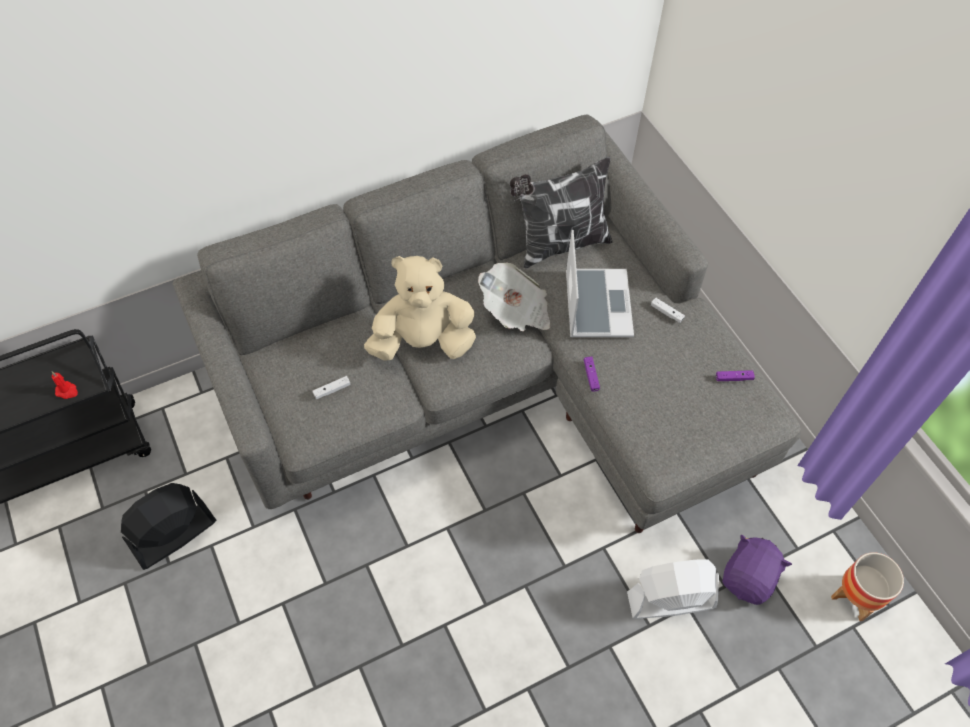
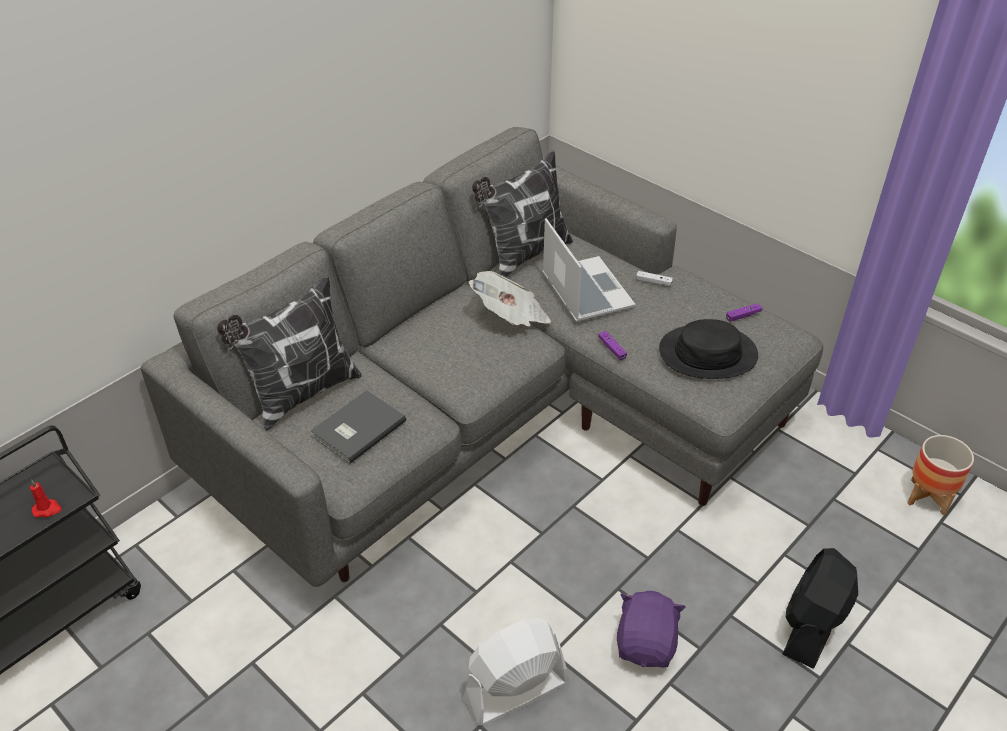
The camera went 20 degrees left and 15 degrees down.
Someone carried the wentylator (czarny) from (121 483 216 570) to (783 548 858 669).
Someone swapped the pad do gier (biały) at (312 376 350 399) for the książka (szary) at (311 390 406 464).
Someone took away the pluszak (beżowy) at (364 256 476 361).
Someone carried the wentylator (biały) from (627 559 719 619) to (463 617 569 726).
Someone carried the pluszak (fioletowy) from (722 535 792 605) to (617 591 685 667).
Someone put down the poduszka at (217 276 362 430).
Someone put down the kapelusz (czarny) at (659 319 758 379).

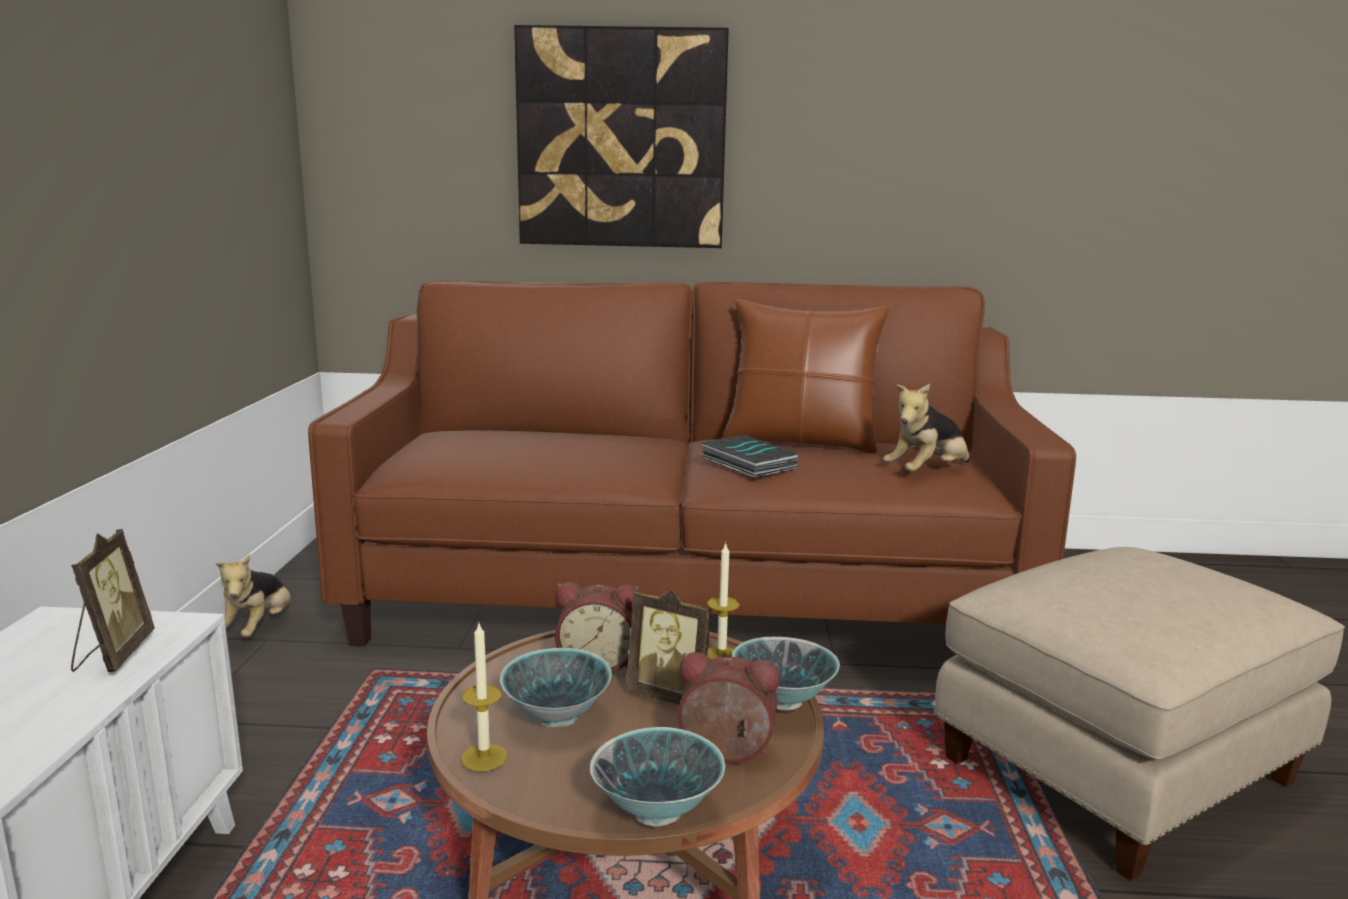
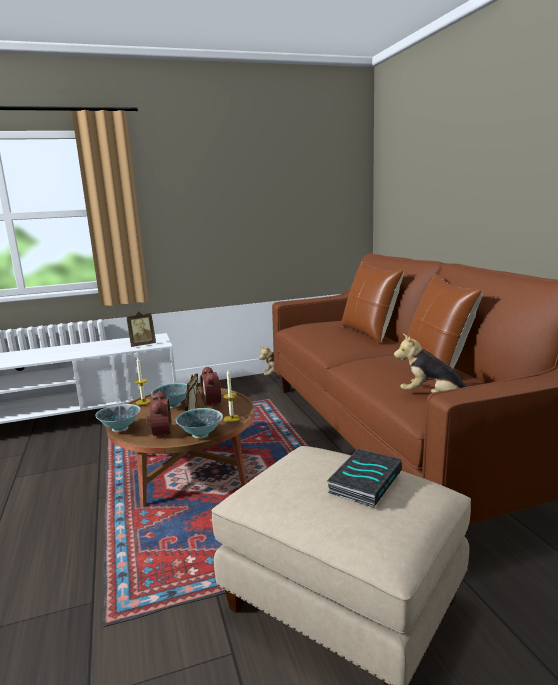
The camera went 70 degrees right and 0 degrees up.
Someone took away the obraz at (514 25 729 248).
Someone carried the książka from (702 435 798 478) to (327 448 402 507).
Someone put down the poduszka (brązowy) at (342 262 404 343).

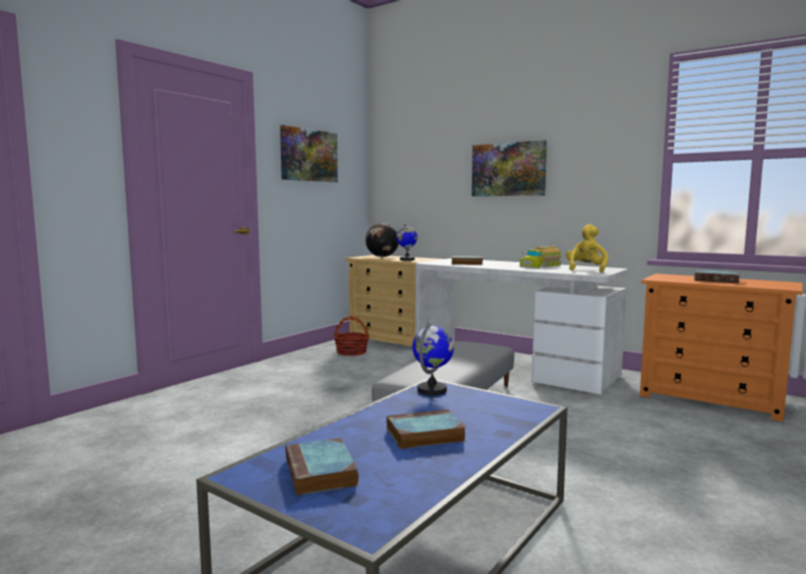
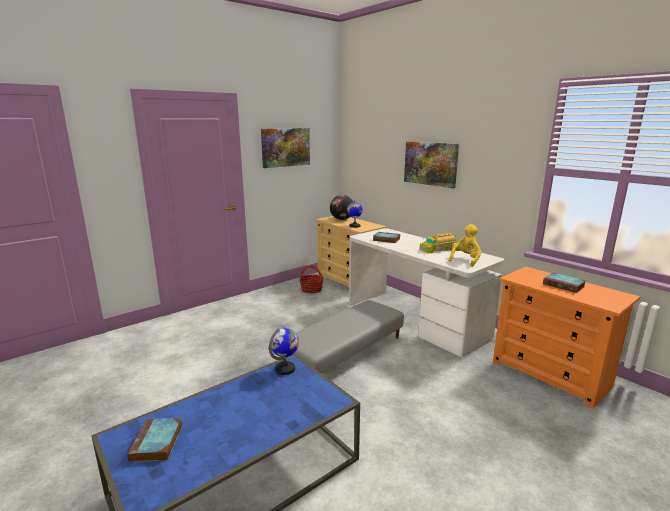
The camera went 15 degrees right and 10 degrees up.
Someone took away the książka at (387 409 466 449).

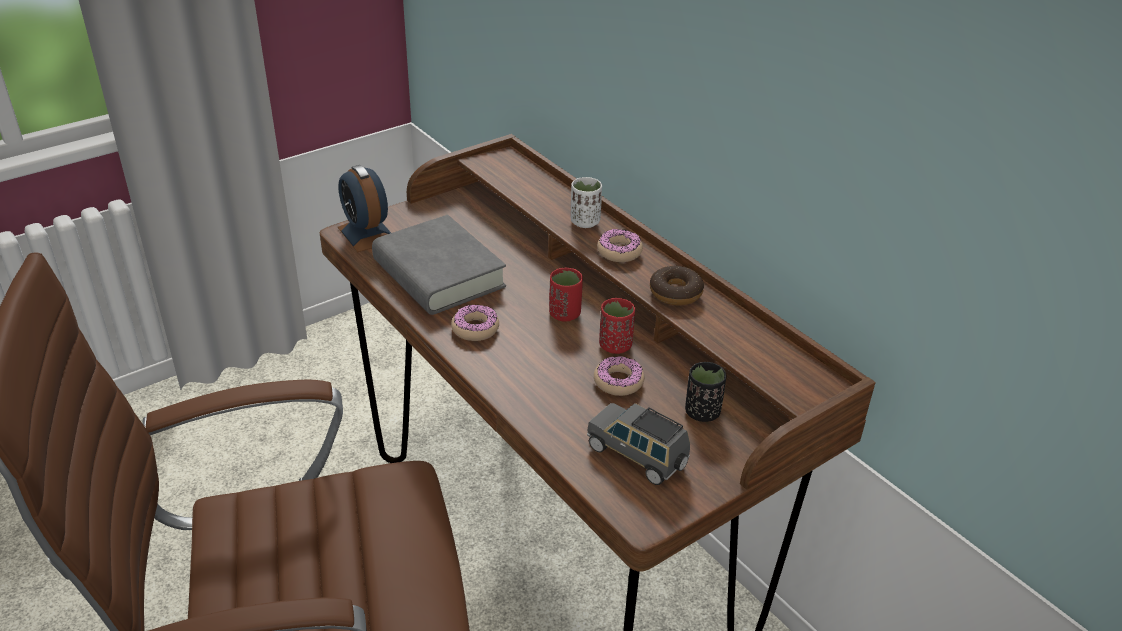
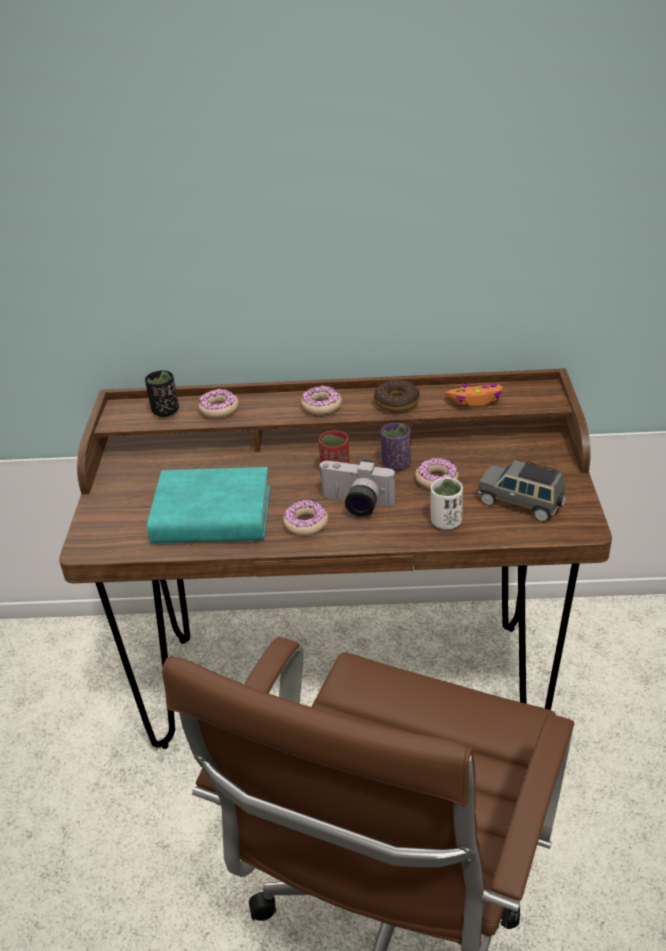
The camera went 50 degrees left and 0 degrees up.
Someone took away the budzik at (338 165 391 252).
Someone repainted the książka (szary) at (372 215 506 315), which became the książka (turkusowy) at (147 467 270 543).
Someone carried the filiżanka (biały) from (571 177 602 228) to (431 477 463 530).
Someone rotated the samochodzik (szary) at (587 403 690 485) by 45 degrees clockwise.
Someone repainted the filiżanka (czerwony) at (599 298 635 354), which became the filiżanka (fioletowy) at (381 423 411 471).
Someone carried the filiżanka (czarny) from (685 362 727 422) to (145 370 179 417).
Someone put down the donut at (198 389 239 418).
Someone put down the aparat fotograficzny at (318 460 396 517).
Someone put down the pad do gier (pomarańczowy) at (445 384 503 406).

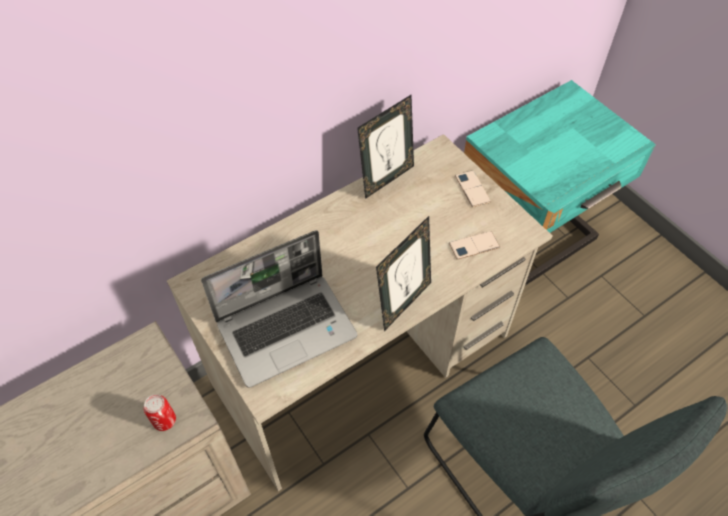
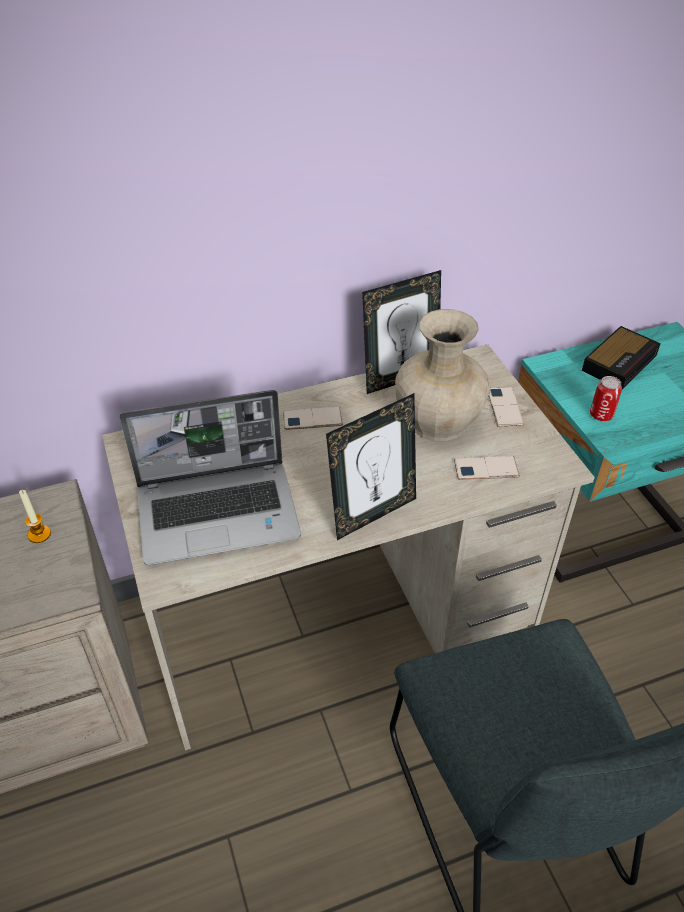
The camera went 15 degrees right and 10 degrees down.
Someone carried the puszka from (143 394 176 431) to (590 376 622 421).
Someone put down the świeca at (19 490 51 543).
Someone put down the telefon at (283 407 343 430).
Someone put down the wazon (beżowy) at (395 309 490 441).
Someone put down the budzik at (582 326 661 390).

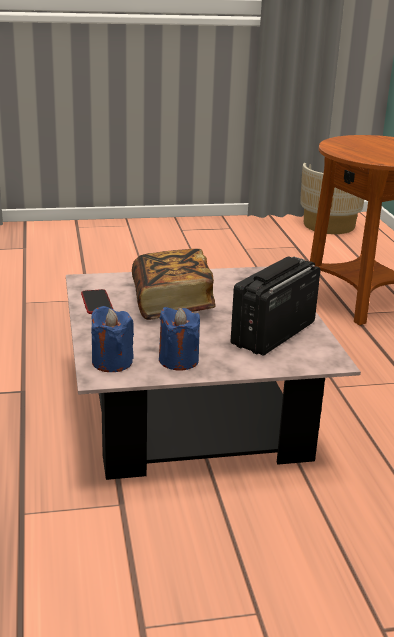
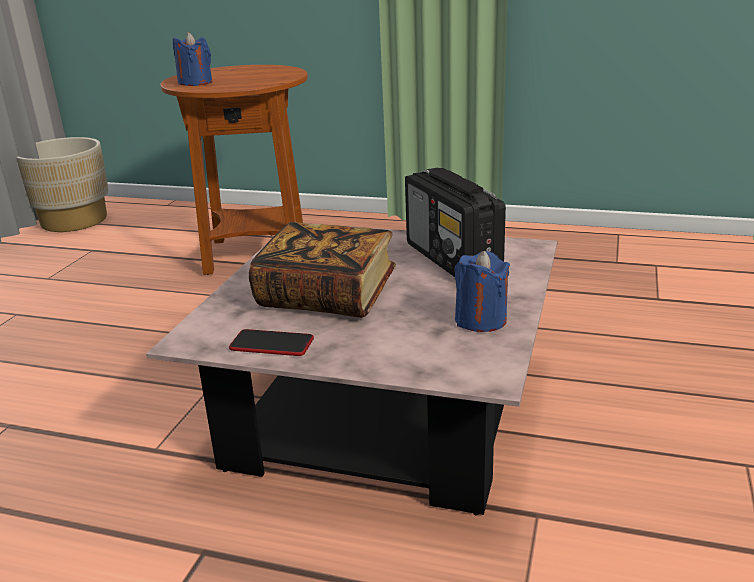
The camera went 60 degrees left and 0 degrees up.
Someone carried the świeca (niebieski) from (91 306 134 372) to (173 32 212 86).

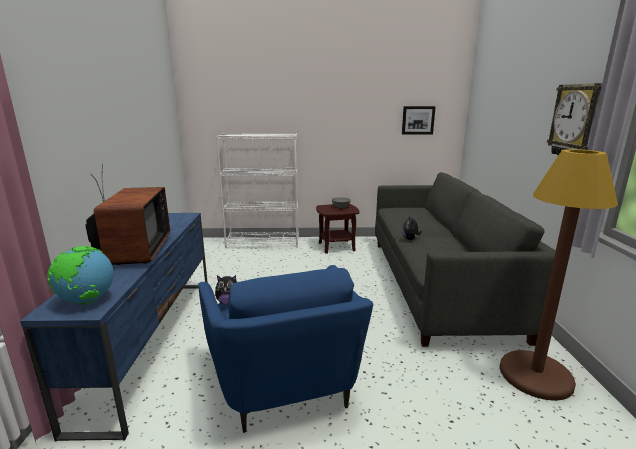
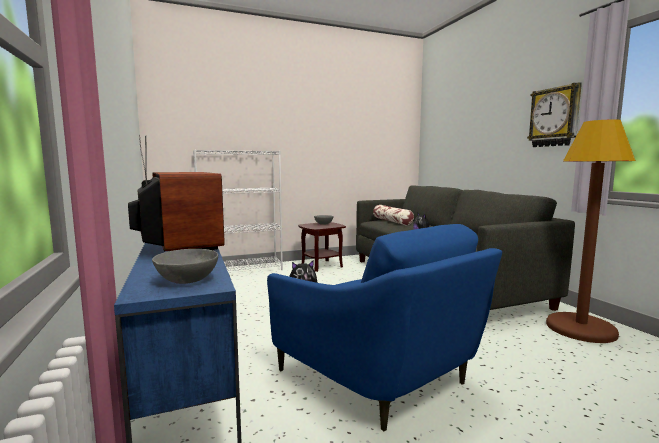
The camera went 20 degrees left and 10 degrees down.
Someone swapped the globus at (47 246 114 304) for the miska (szary) at (152 249 218 284).
Someone took away the obraz at (402 106 436 134).
Someone put down the poduszka at (373 205 414 225).

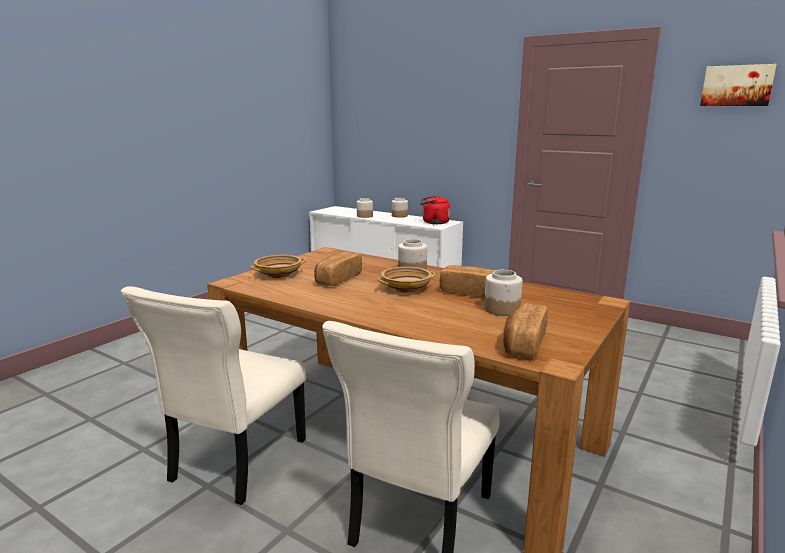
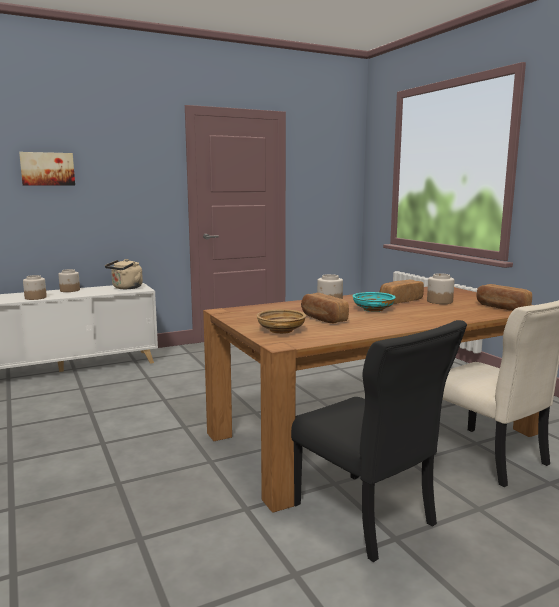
The camera went 60 degrees left and 5 degrees down.
Someone repainted the krzesło (beżowy) at (121 286 306 505), which became the krzesło (czarny) at (291 320 467 562).
Someone repainted the miska (beżowy) at (377 267 435 293), which became the miska (turkusowy) at (353 292 396 312).
Someone repainted the czajnik (czerwony) at (420 196 451 224), which became the czajnik (beżowy) at (105 259 143 289).
Someone carried the obraz from (700 64 776 106) to (19 152 75 186).

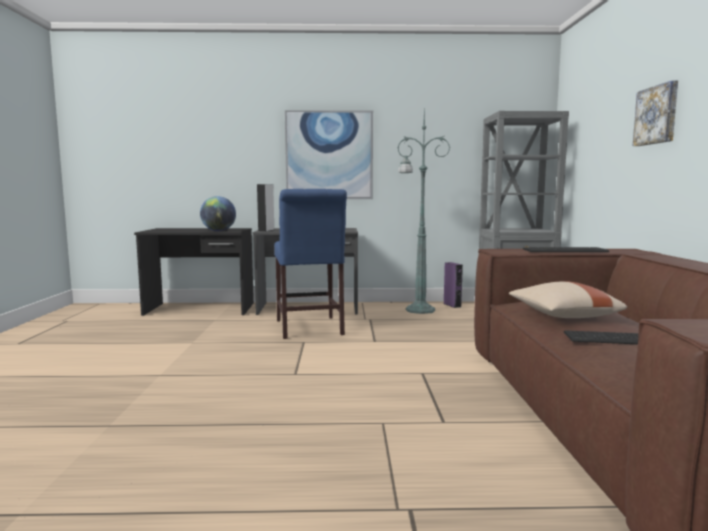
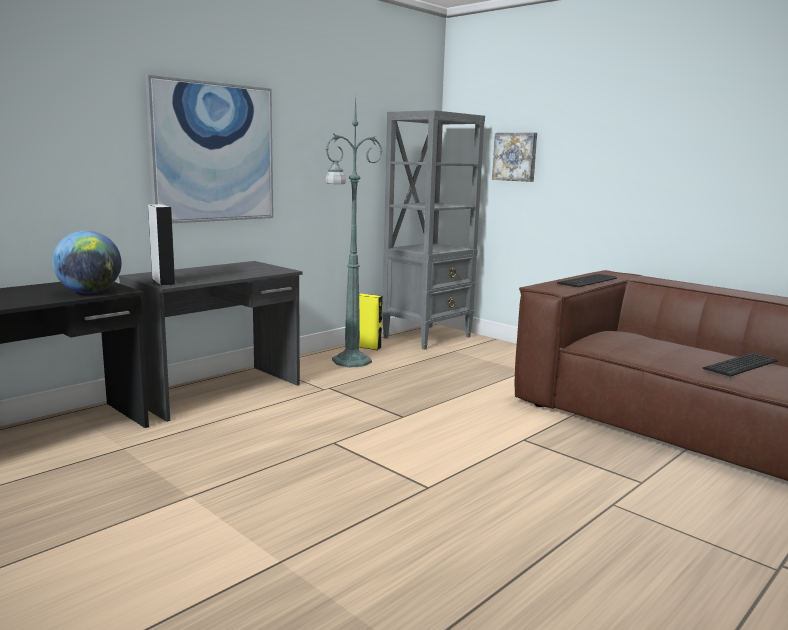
The camera went 45 degrees left and 5 degrees up.
Someone took away the krzesło (niebieski) at (274 189 347 339).
Someone repainted the głośnik (fioletowy) at (444 262 463 308), which became the głośnik (żółty) at (359 293 383 350).
Someone took away the poduszka (beżowy) at (509 281 627 318).
Someone carried the obraz from (633 80 678 146) to (492 133 537 182).

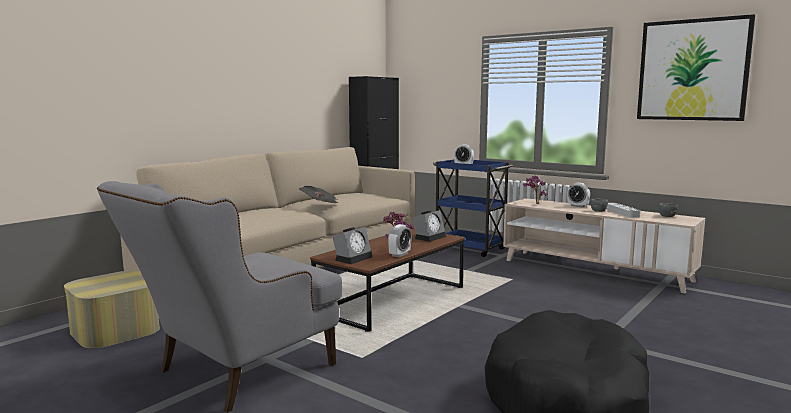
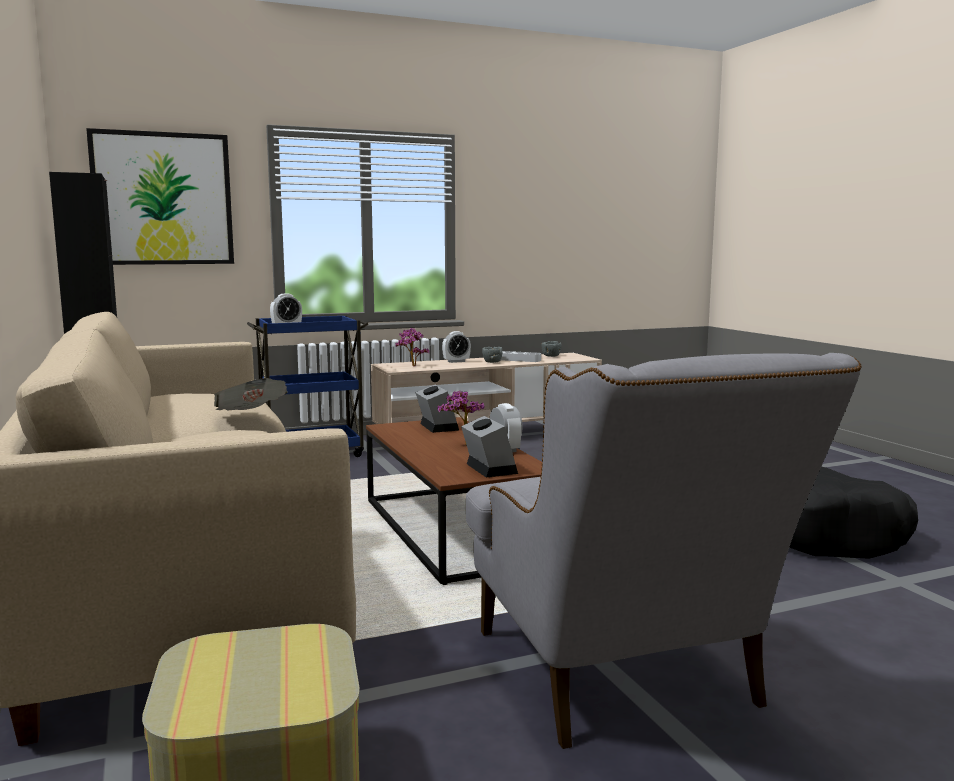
The camera went 60 degrees left and 0 degrees up.
Someone carried the obraz from (637 14 755 121) to (86 128 234 265).

